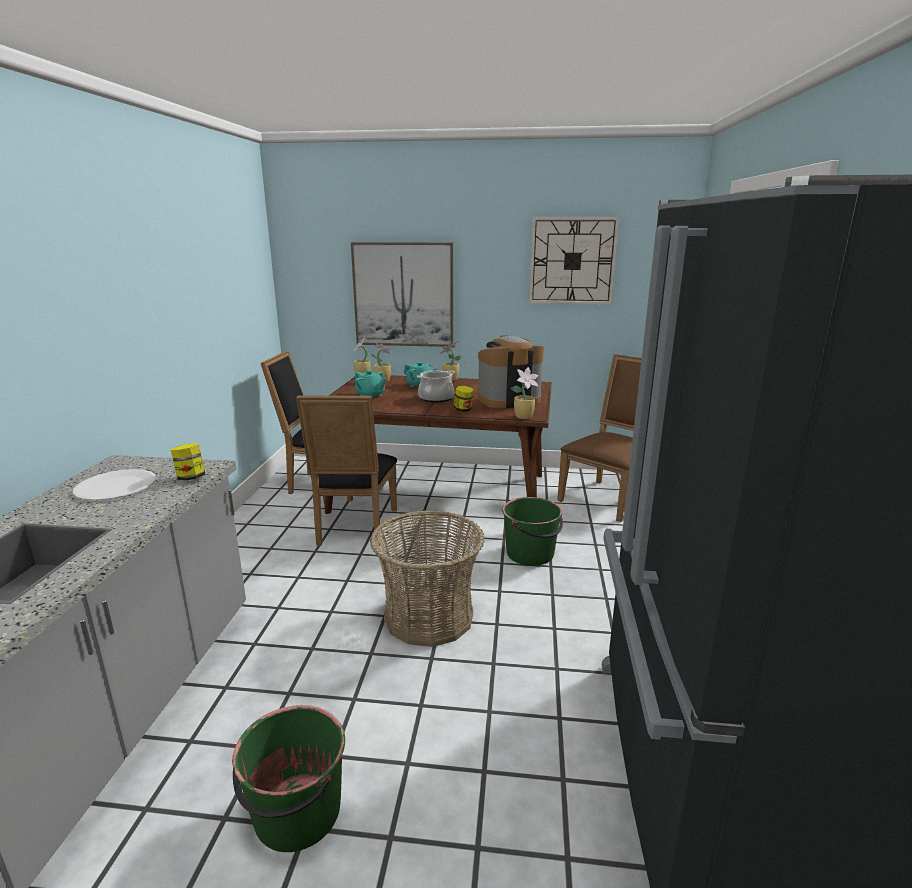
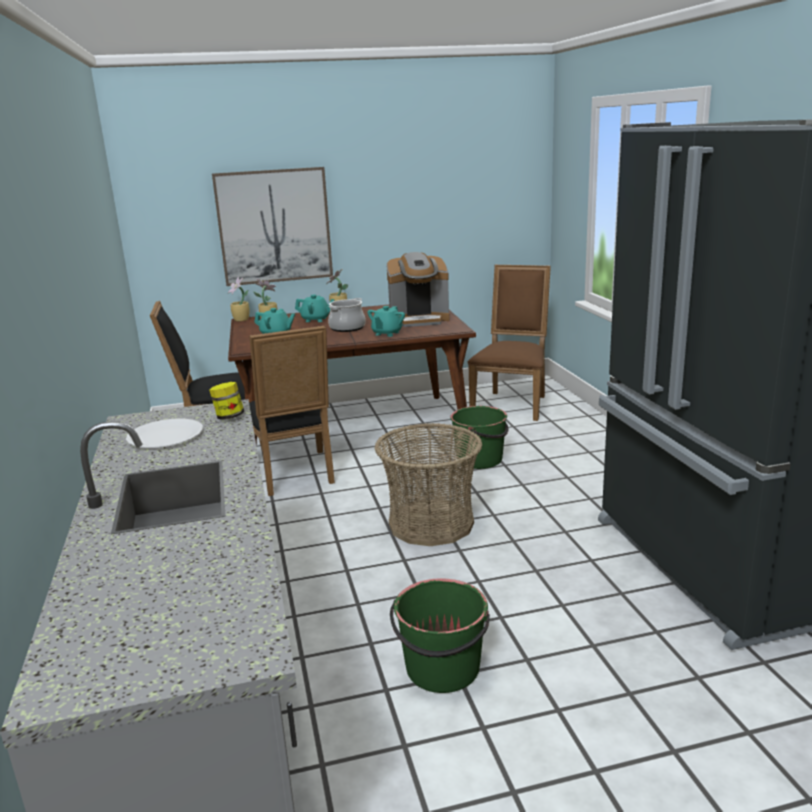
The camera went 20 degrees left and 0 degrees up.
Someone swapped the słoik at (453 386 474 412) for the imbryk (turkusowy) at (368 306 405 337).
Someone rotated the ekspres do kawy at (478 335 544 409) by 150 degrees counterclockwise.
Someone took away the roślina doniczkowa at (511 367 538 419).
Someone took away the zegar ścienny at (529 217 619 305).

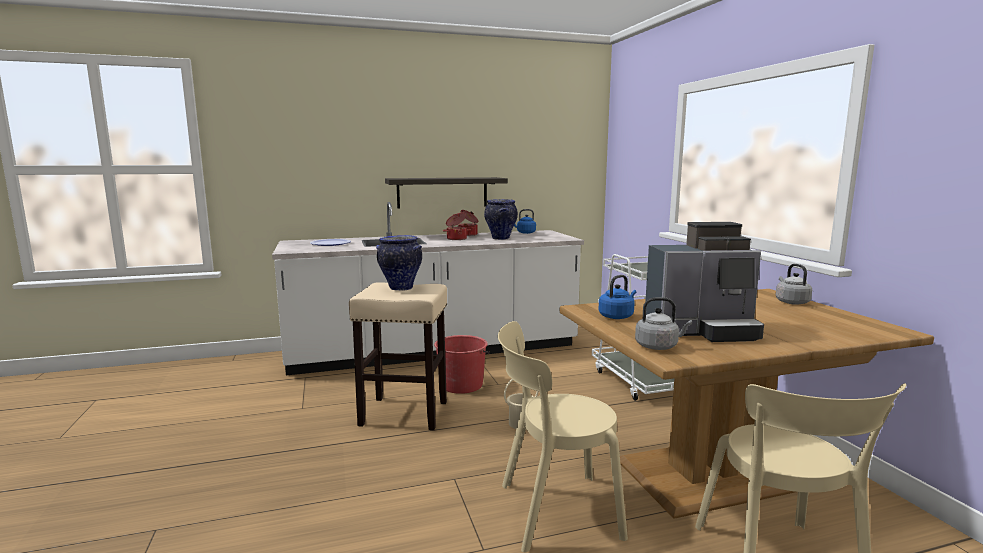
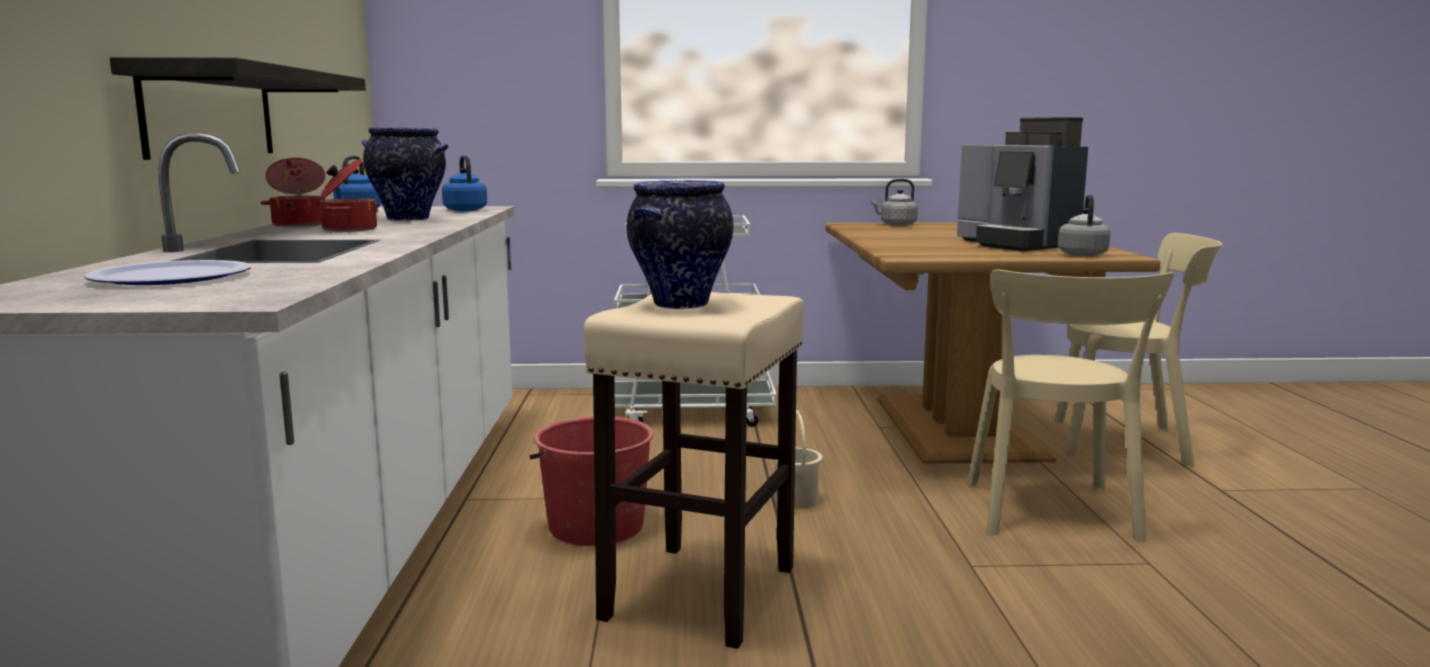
The camera went 75 degrees left and 0 degrees up.
Someone carried the czajnik (niebieski) from (598 275 636 319) to (442 155 487 211).
Someone rotated the ekspres do kawy at (645 222 764 342) by 135 degrees clockwise.

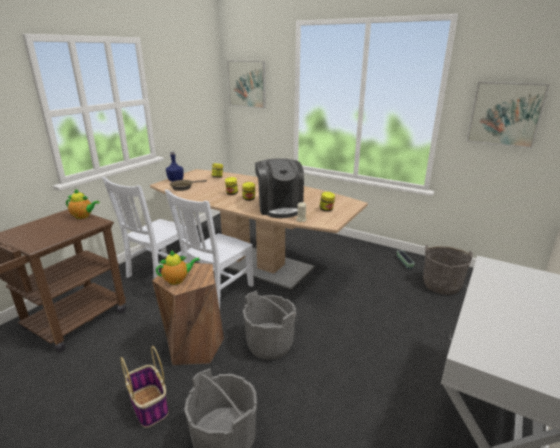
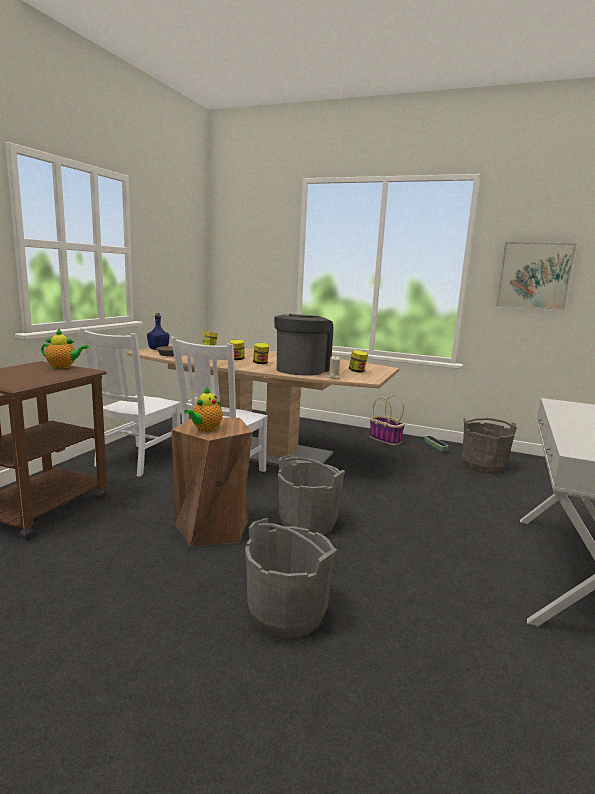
The camera went 10 degrees left and 10 degrees down.
Someone carried the koszyk from (120 346 168 428) to (369 395 405 445).
Someone rotated the imbryk at (156 250 200 285) by 150 degrees clockwise.
Someone took away the obraz at (227 60 266 109).
Someone rotated the ekspres do kawy at (255 158 304 218) by 135 degrees counterclockwise.

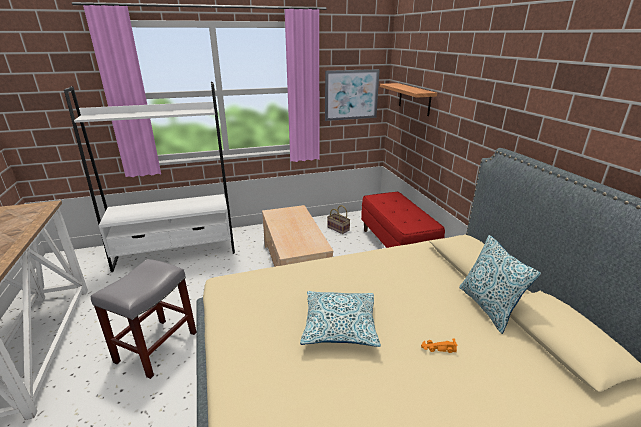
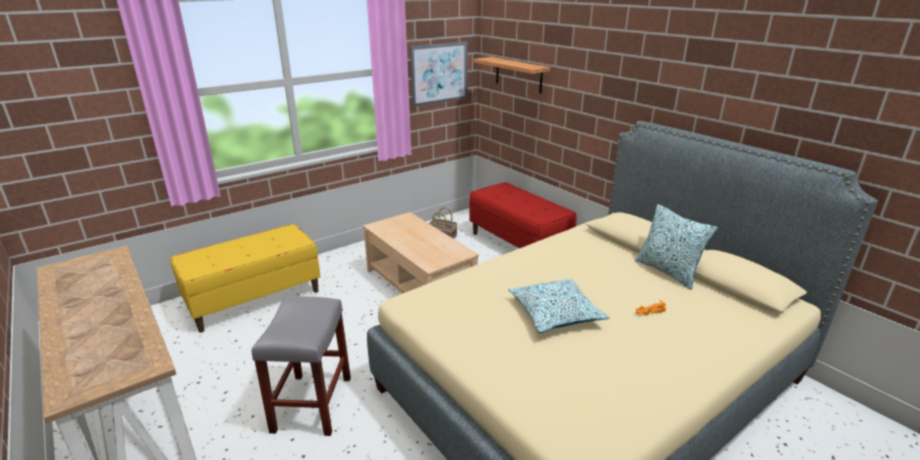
The camera went 20 degrees left and 0 degrees up.
Someone swapped the regał (biały) at (64 82 235 272) for the ławka (żółty) at (170 224 321 333).

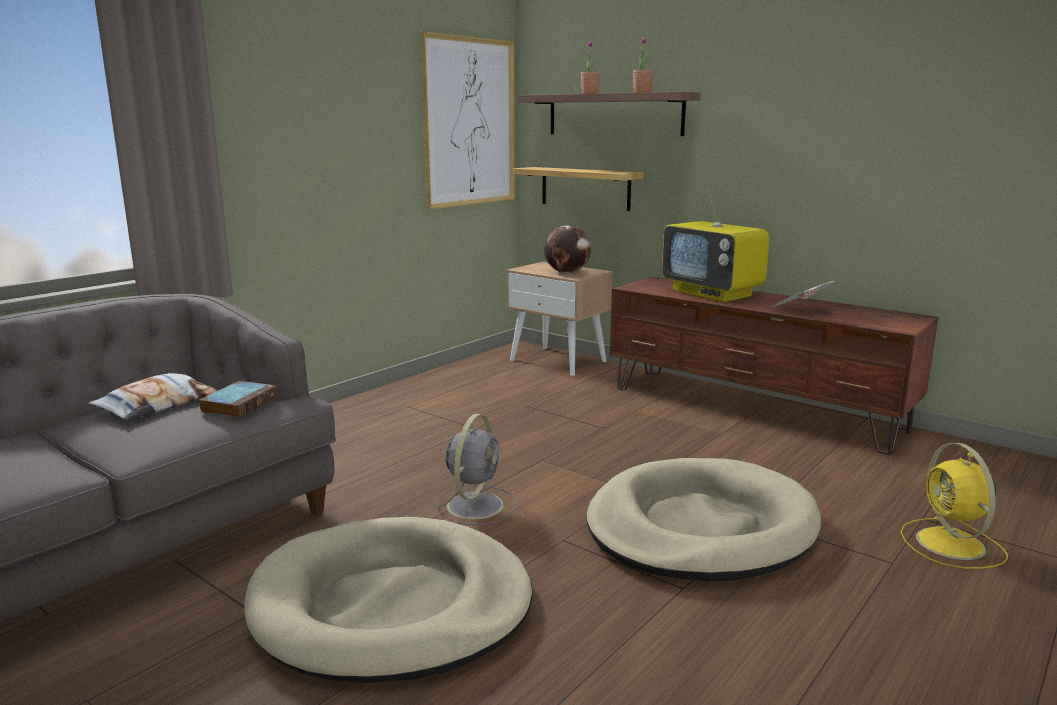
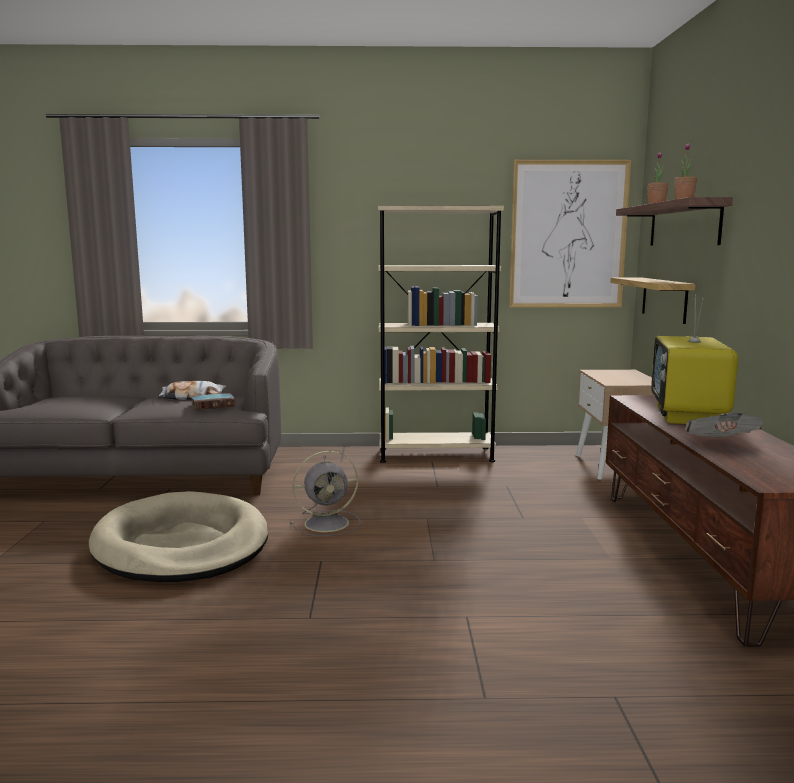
The camera went 50 degrees right and 5 degrees down.
Someone took away the globus at (544 225 591 273).
Someone took away the legowisko (beżowy) at (586 458 821 581).
Someone took away the wentylator (żółty) at (900 443 1008 569).
Someone put down the regał (beżowy) at (378 205 504 463).

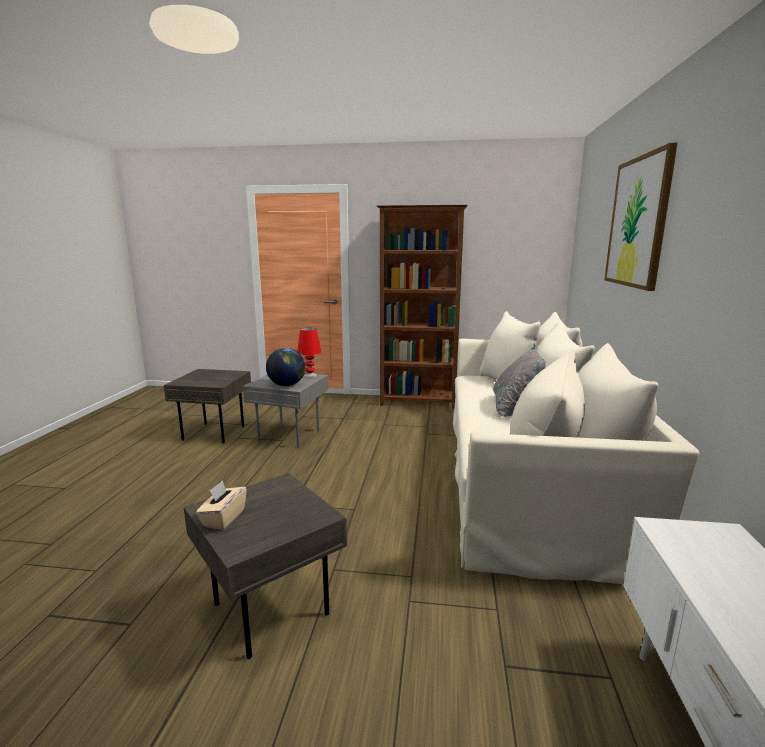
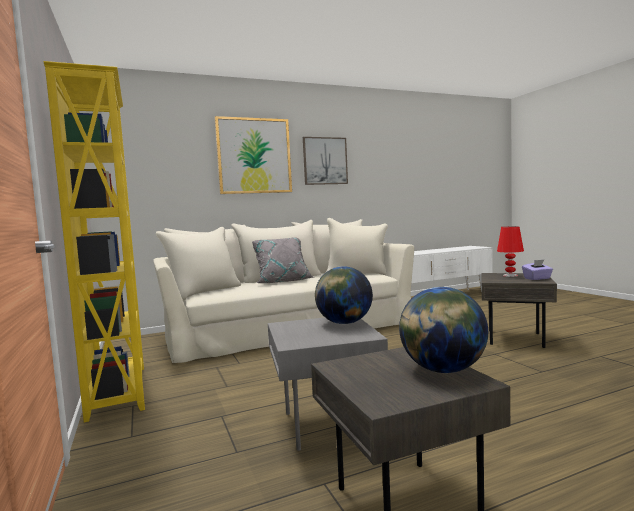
The camera went 120 degrees left and 10 degrees down.
Someone repainted the pudełko chusteczek (beżowy) at (196 480 247 530), which became the pudełko chusteczek (fioletowy) at (522 260 553 280).
Someone carried the lampa stołowa (czerwony) from (297 328 321 377) to (497 226 524 277).
Someone repainted the regał (brązowy) at (377 205 467 409), which became the regał (żółty) at (43 61 145 422).
Someone put up the obraz at (303 137 348 185).
Someone put down the globus at (399 287 488 373).

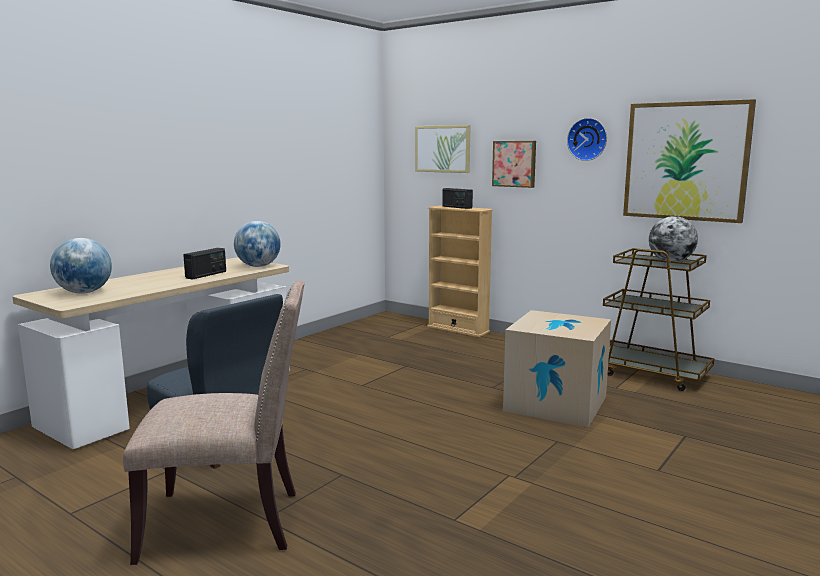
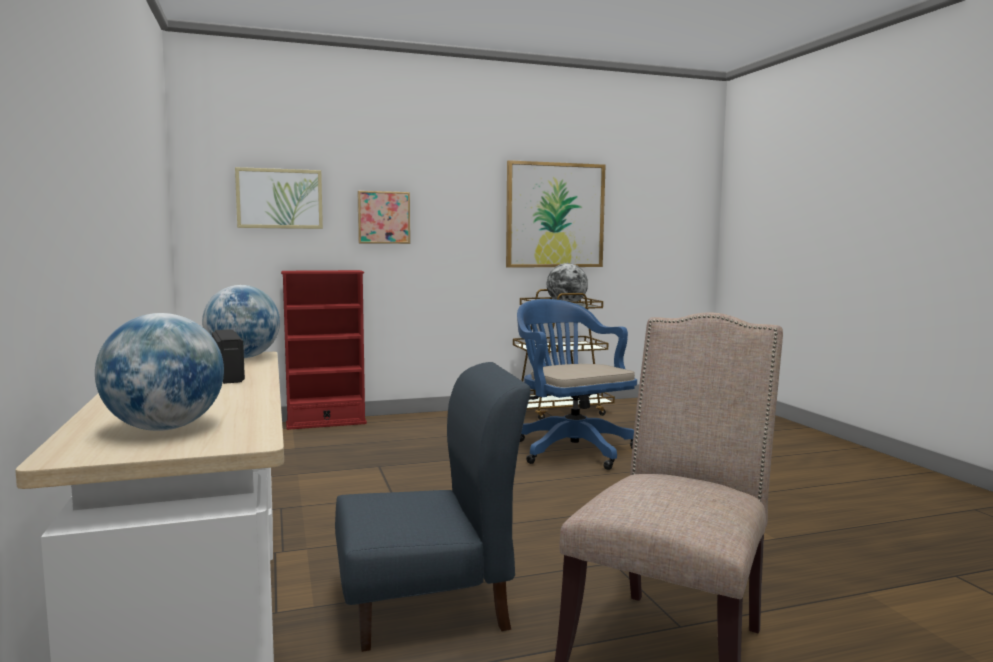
The camera went 55 degrees left and 5 degrees down.
Someone repainted the regał (beżowy) at (427 206 493 337), which became the regał (czerwony) at (281 270 367 430).
Someone took away the radio at (442 188 473 209).
Someone swapped the karton at (503 310 611 427) for the krzesło biurowe (niebieski) at (517 299 637 470).
Someone took away the zegar ścienny at (567 118 607 161).

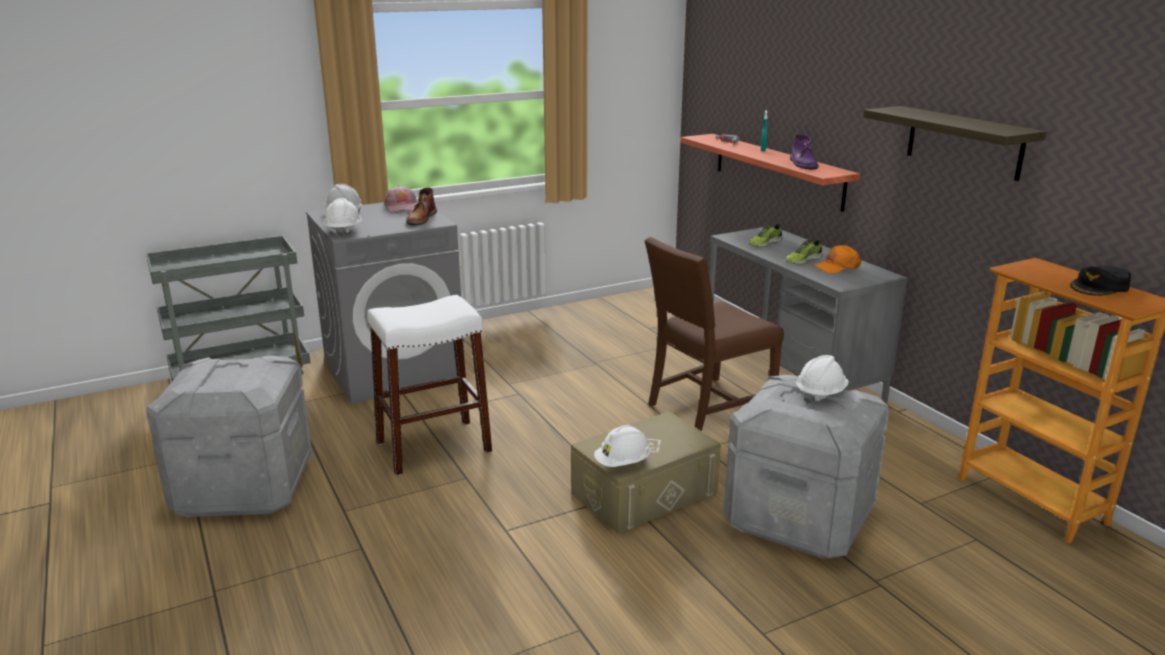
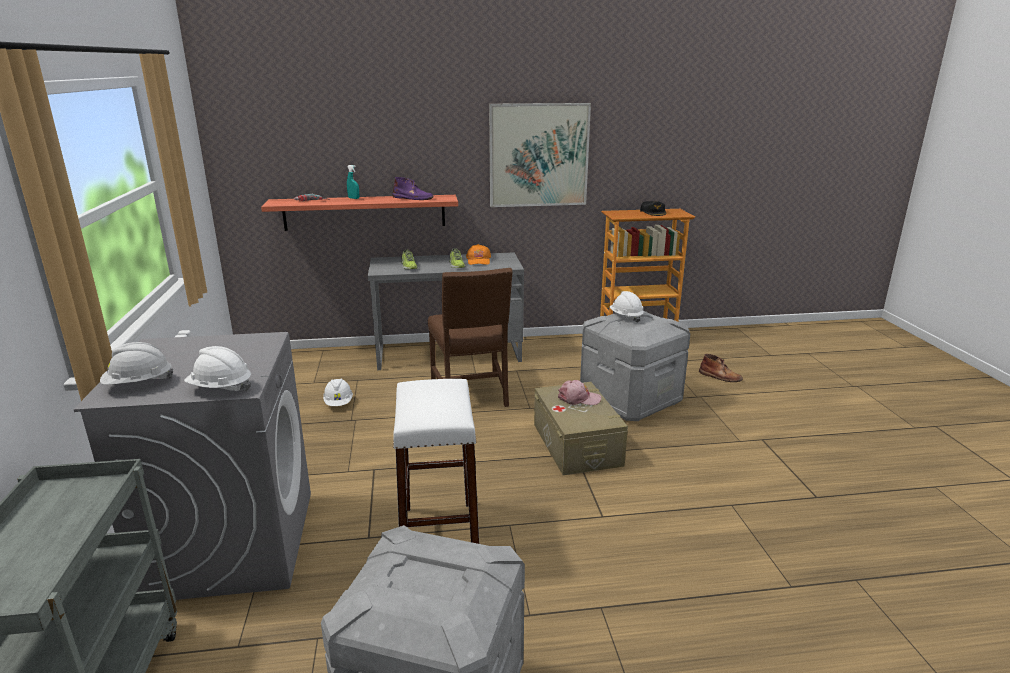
The camera went 70 degrees left and 0 degrees up.
Someone carried the czapka z daszkiem (różowy) from (384 186 417 212) to (558 380 601 405).
Someone carried the but z cholewką (brązowy) from (406 187 437 225) to (699 354 743 382).
Someone carried the kask (biały) from (594 425 651 467) to (323 379 353 406).
Someone swapped the półka at (863 106 1047 181) for the obraz at (489 103 591 207).

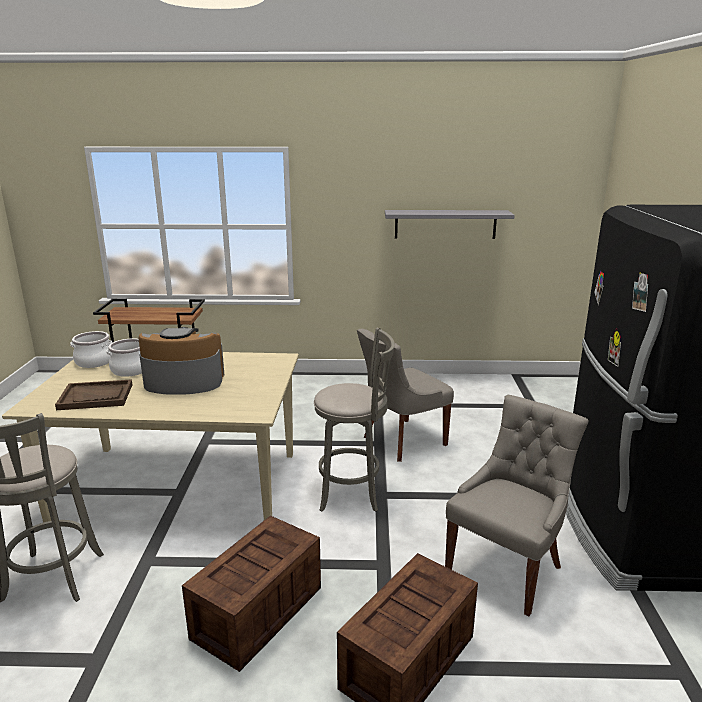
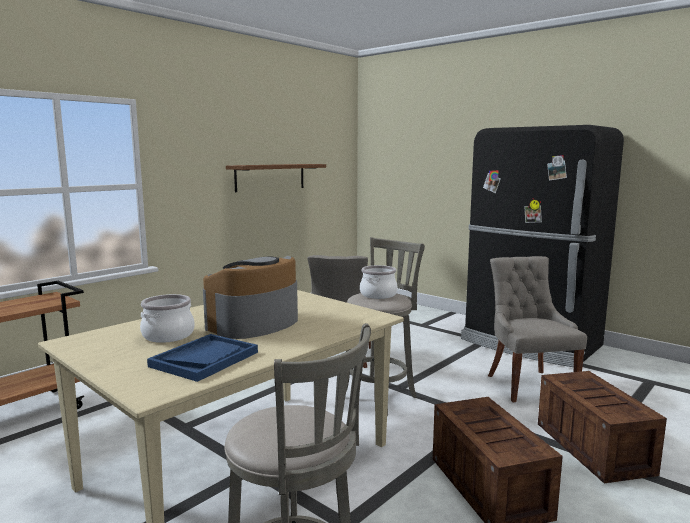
The camera went 50 degrees left and 10 degrees down.
Someone repainted the taca (brązowy) at (55 379 132 410), which became the taca (niebieski) at (147 334 258 382).
Someone carried the garnek from (70 331 113 368) to (360 265 398 299).
Someone repainted the półka (szary) at (385 210 515 239), which became the półka (brązowy) at (226 164 326 192).

